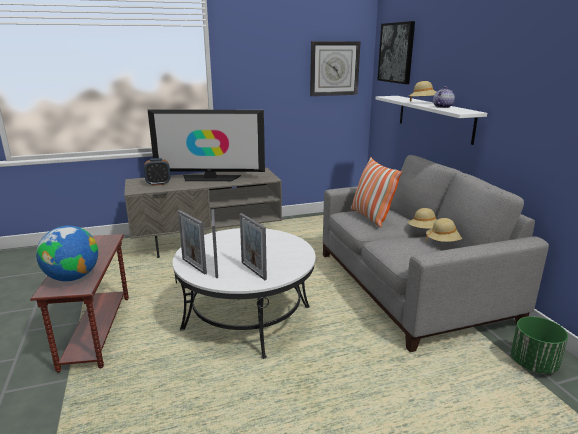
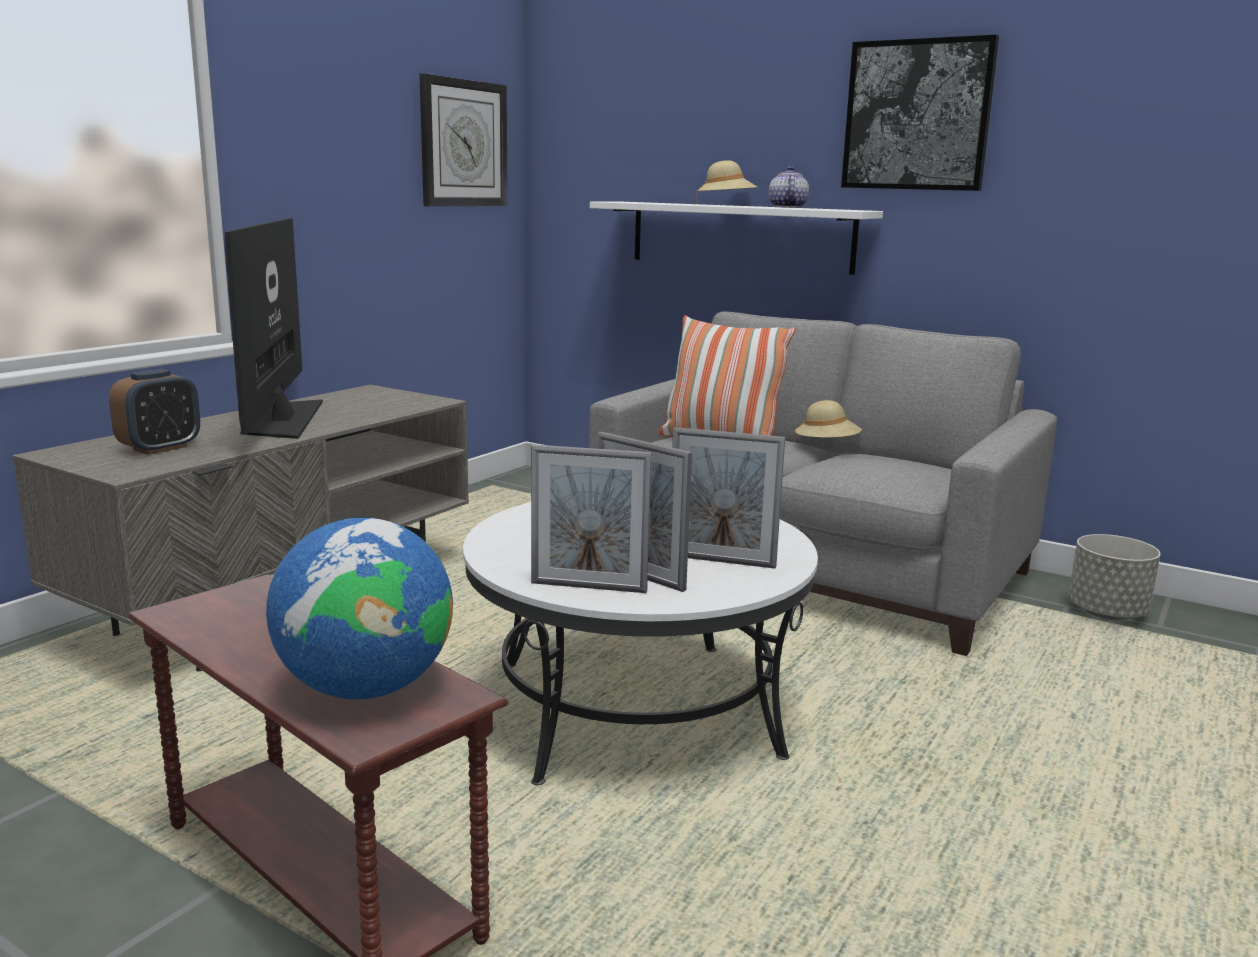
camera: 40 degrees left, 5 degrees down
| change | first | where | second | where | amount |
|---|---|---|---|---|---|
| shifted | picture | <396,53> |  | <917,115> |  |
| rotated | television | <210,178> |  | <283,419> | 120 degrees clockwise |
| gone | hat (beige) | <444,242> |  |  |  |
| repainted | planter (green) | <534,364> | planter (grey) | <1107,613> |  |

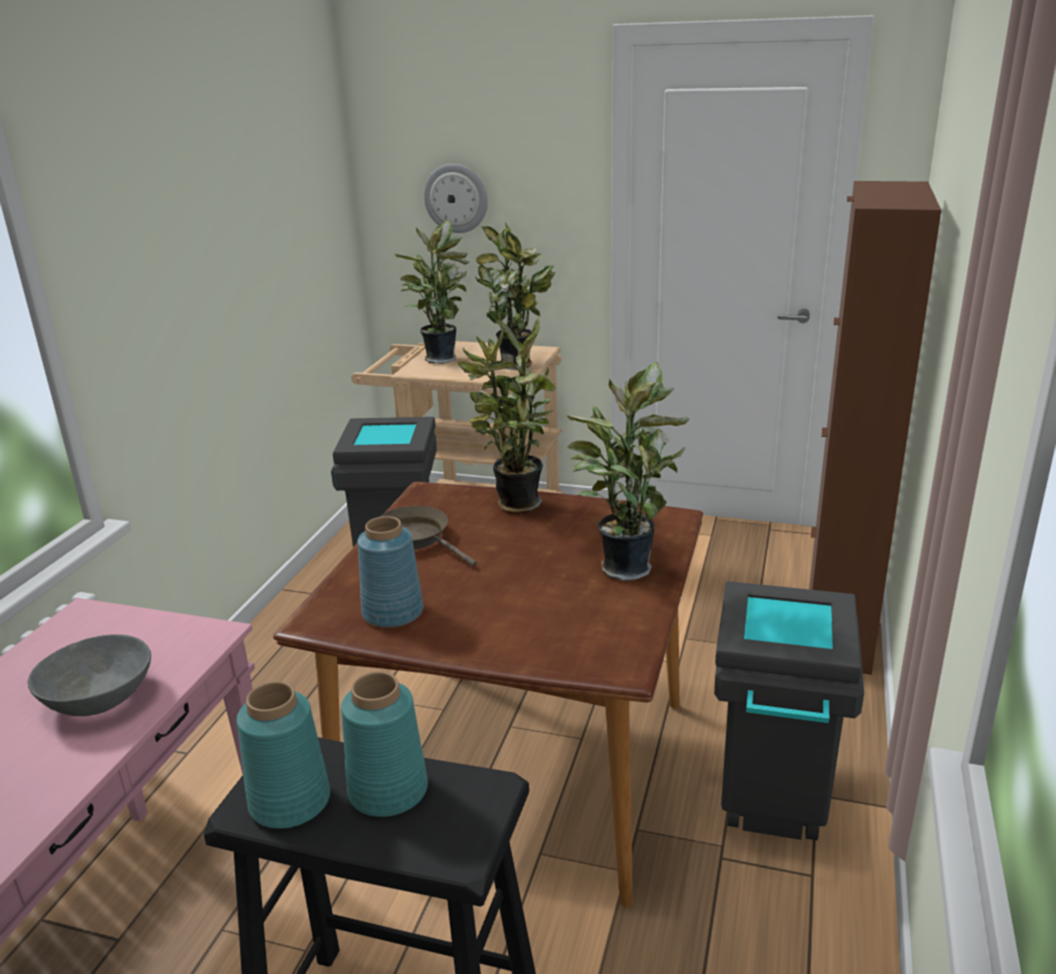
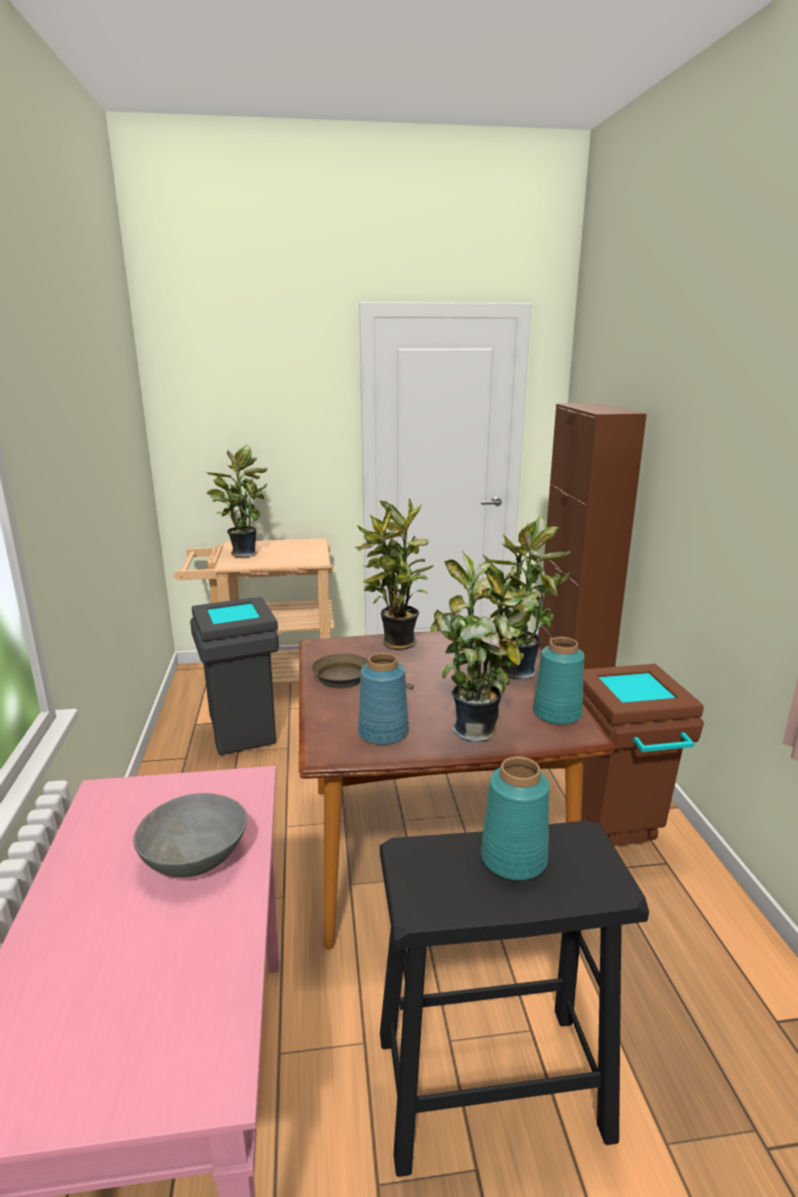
camera: 25 degrees left, 5 degrees down
| change | first | where | second | where | amount |
|---|---|---|---|---|---|
| gone | wall clock | <456,198> |  |  |  |
| shifted | potted plant | <519,365> |  | <480,732> |  |
| repainted | trash can (grey) | <771,822> | trash can (brown) | <619,836> |  |
| shifted | vase (turquoise) | <291,801> |  | <557,713> |  |

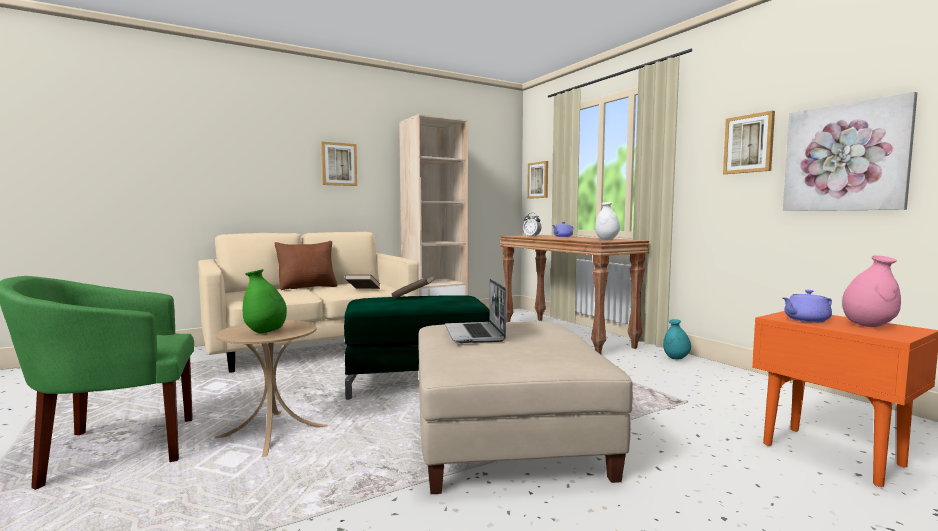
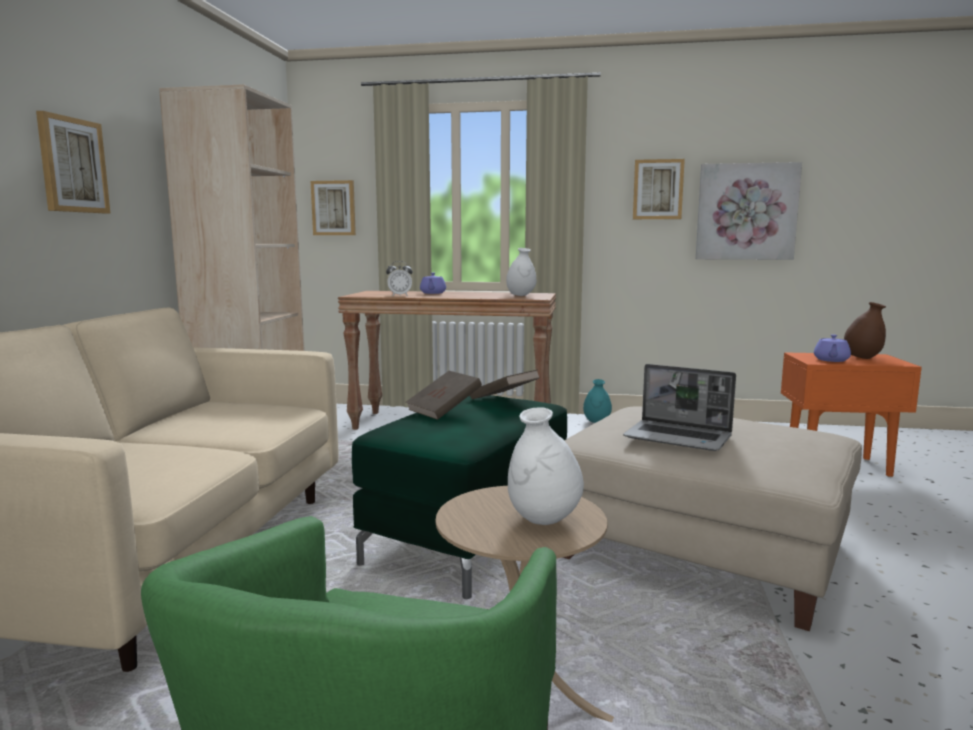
camera: 50 degrees left, 5 degrees up
| change | first | where | second | where | amount |
|---|---|---|---|---|---|
| gone | pillow (brown) | <308,287> |  |  |  |
| repainted | vase (pink) | <868,325> | vase (brown) | <862,357> |  |
| repainted | vase (green) | <265,332> | vase (white) | <543,520> |  |
| shifted | book (brown) | <363,290> |  | <504,400> |  |

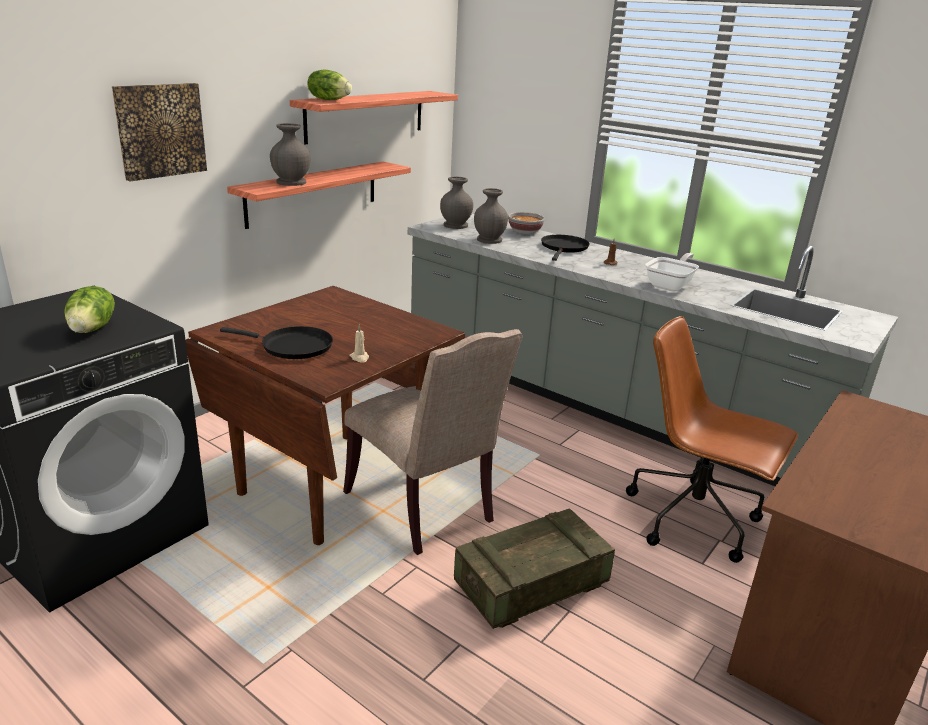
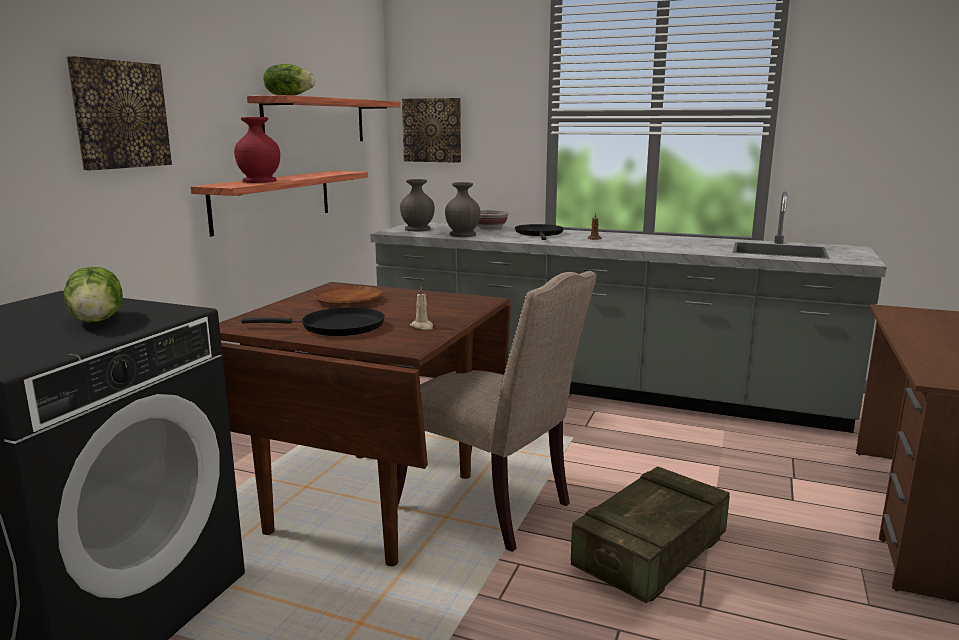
camera: 15 degrees left, 10 degrees down
| change | first | where | second | where | amount |
|---|---|---|---|---|---|
| repainted | vase (grey) | <292,182> | vase (red) | <260,181> |  |
| gone | frying pan | <671,285> |  |  |  |
| gone | office chair (brown) | <695,519> |  |  |  |
| new |  |  | picture | <432,130> |  |
| new |  |  | plate (brown) | <348,300> |  |

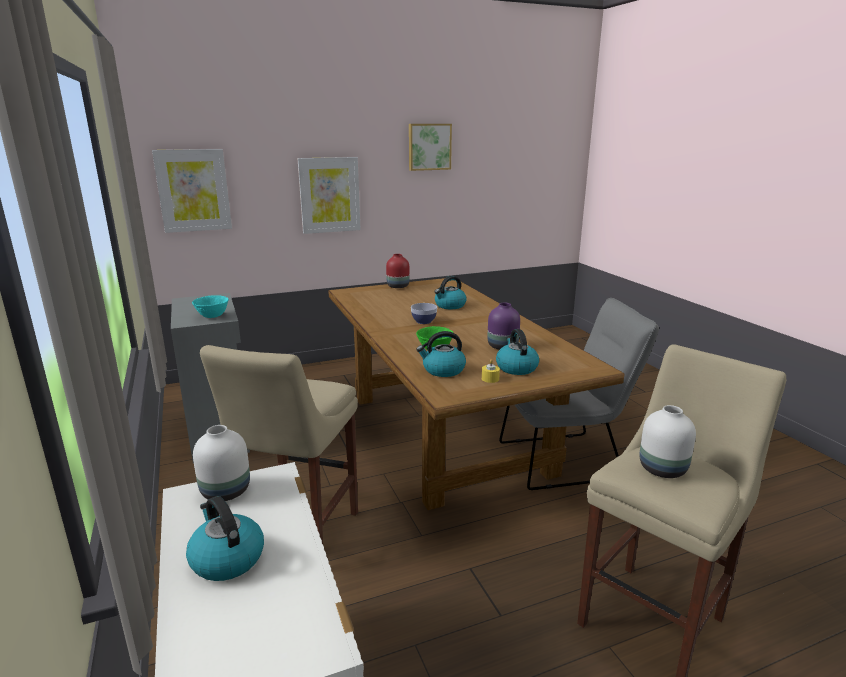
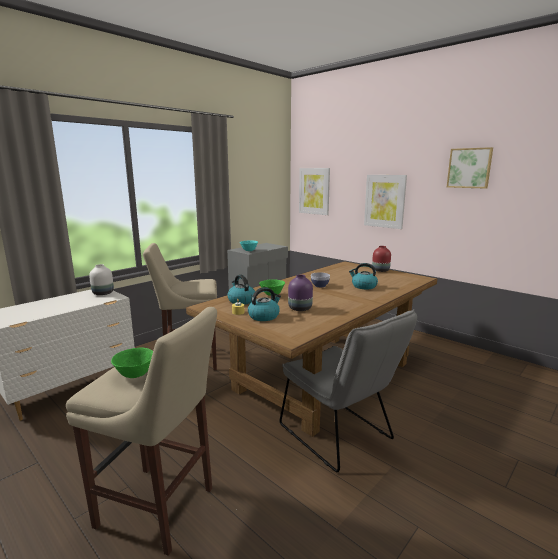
camera: 65 degrees right, 5 degrees down
| change | first | where | second | where | amount |
|---|---|---|---|---|---|
| swapped | vase (white) | <663,470> | bowl (green) | <135,375> |  |
| gone | kettle | <226,559> |  |  |  |

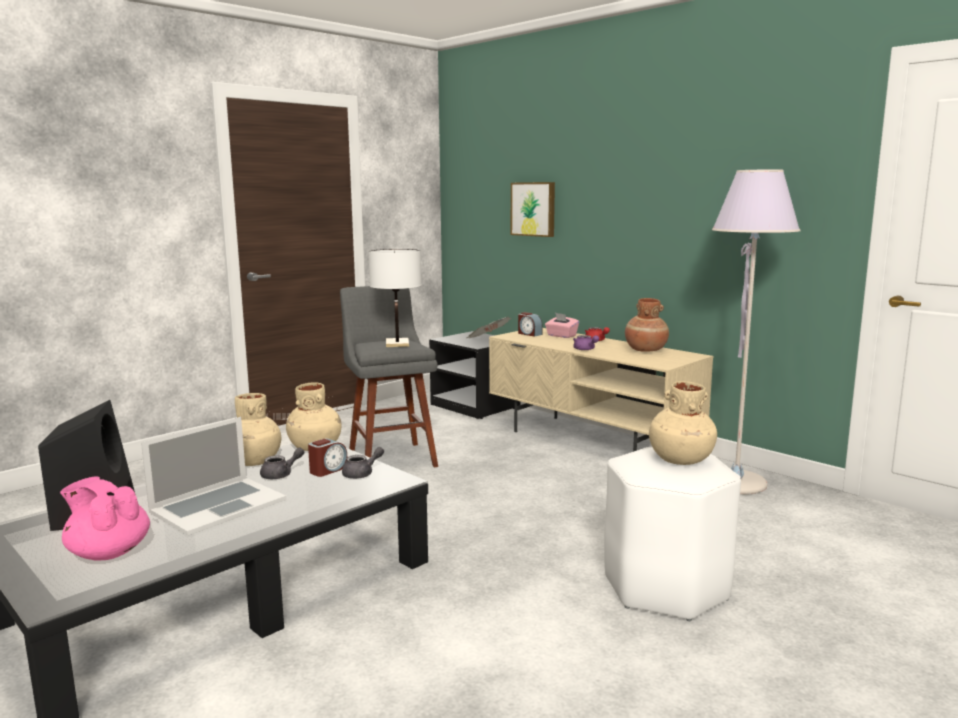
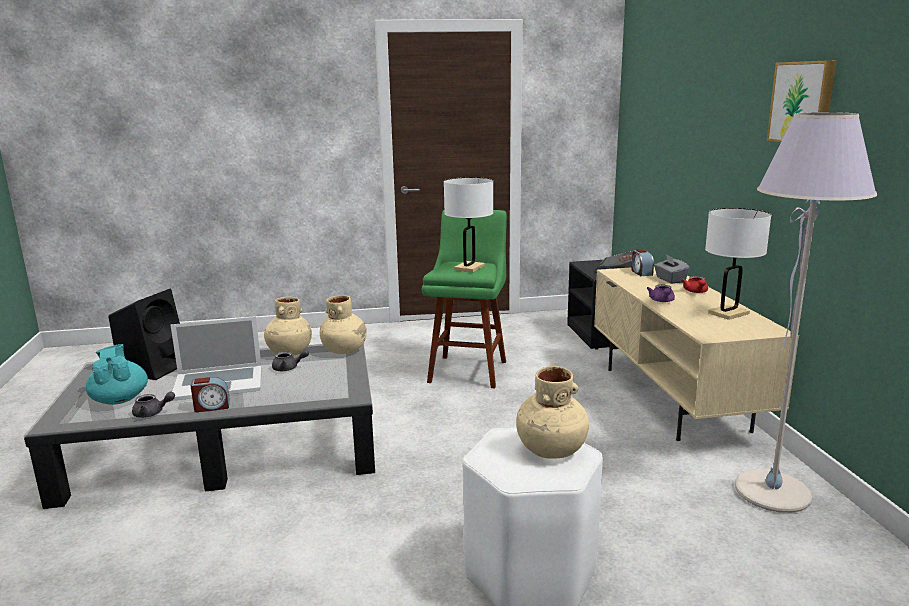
camera: 35 degrees right, 5 degrees up
| change | first | where | second | where | amount |
|---|---|---|---|---|---|
| shifted | picture | <534,209> |  | <803,103> |  |
| repainted | stool (grey) | <391,457> | stool (green) | <469,369> |  |
| swapped | vase (brown) | <645,350> | table lamp (white) | <728,313> |  |
| repainted | tissue box (pink) | <561,336> | tissue box (grey) | <670,280> |  |
| shifted | alarm clock | <328,470> |  | <212,406> |  |
| shifted | teapot (grey) | <362,474> |  | <152,413> |  |
| repainted | teapot (pink) | <108,552> | teapot (turquoise) | <120,399> |  |

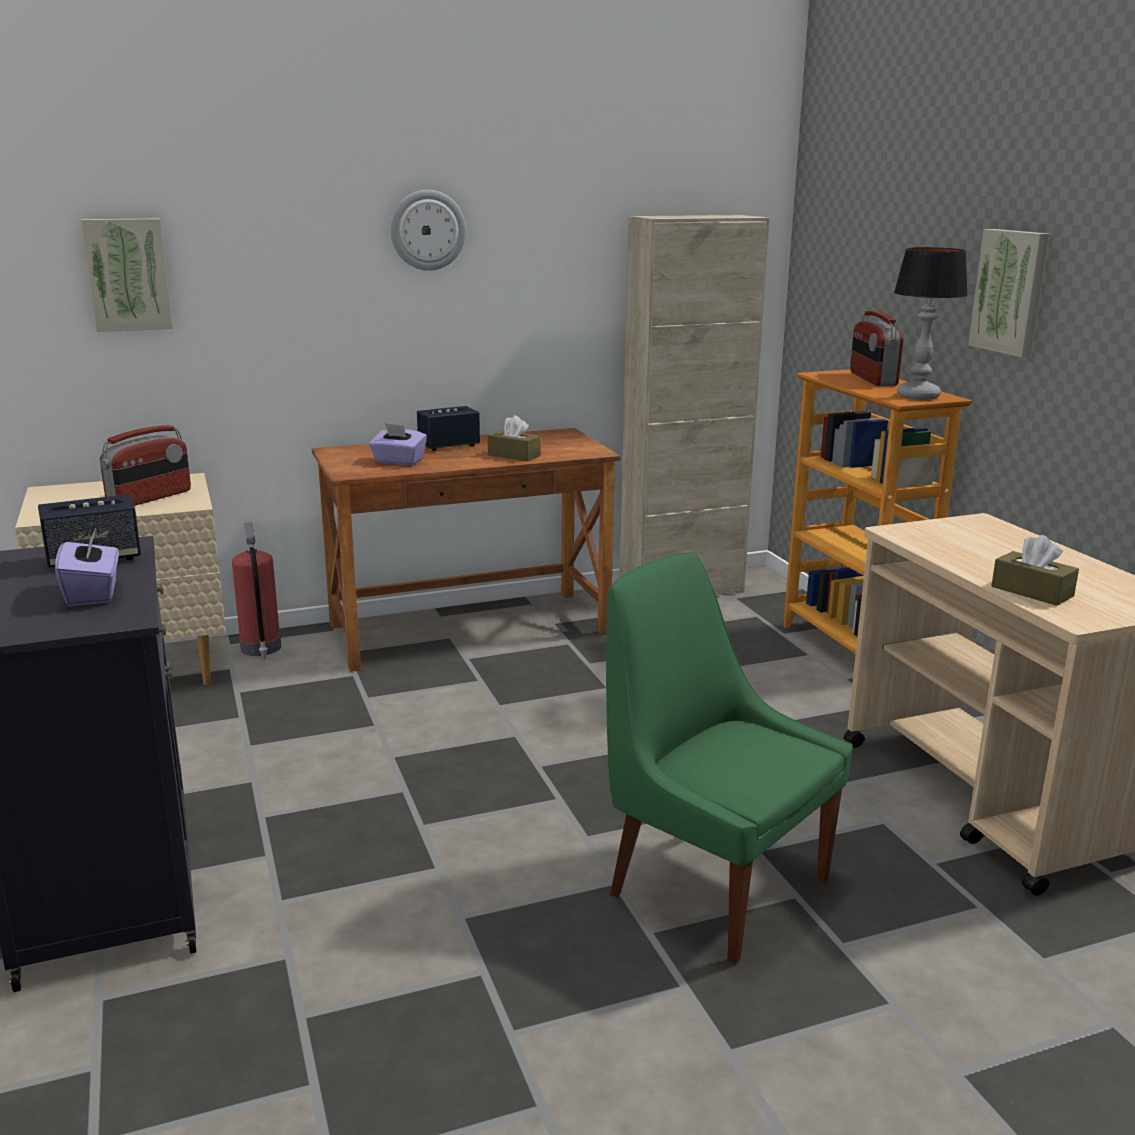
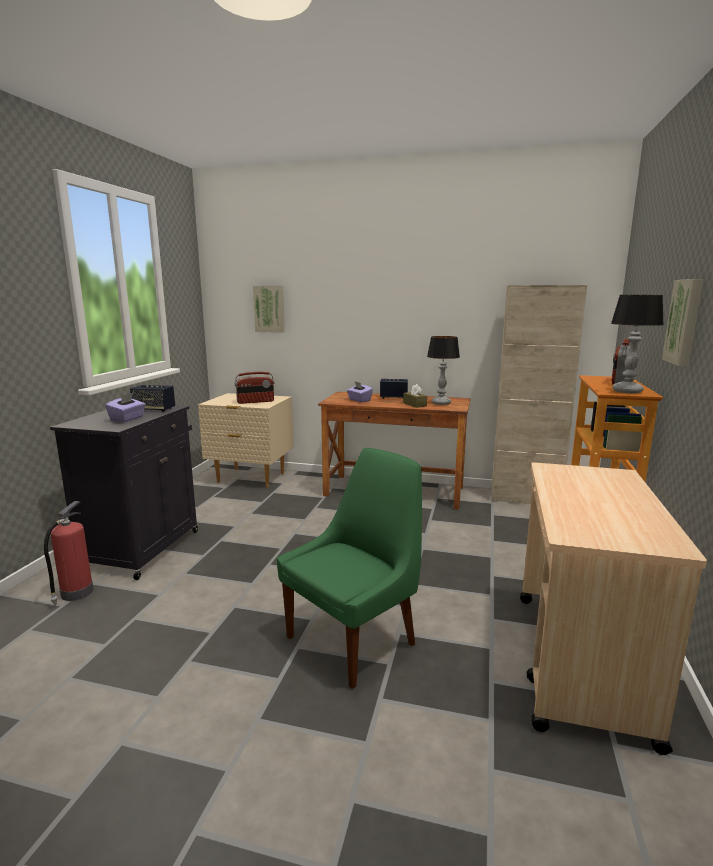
camera: 35 degrees right, 5 degrees down
| change | first | where | second | where | amount |
|---|---|---|---|---|---|
| gone | wall clock | <427,230> |  |  |  |
| shifted | fire extinguisher | <261,648> |  | <75,593> |  |
| gone | tissue box (brown) | <1032,591> |  |  |  |
| rotated | chair (green) | <711,884> |  | <354,639> | 60 degrees clockwise |
| new |  |  | table lamp | <440,403> |  |

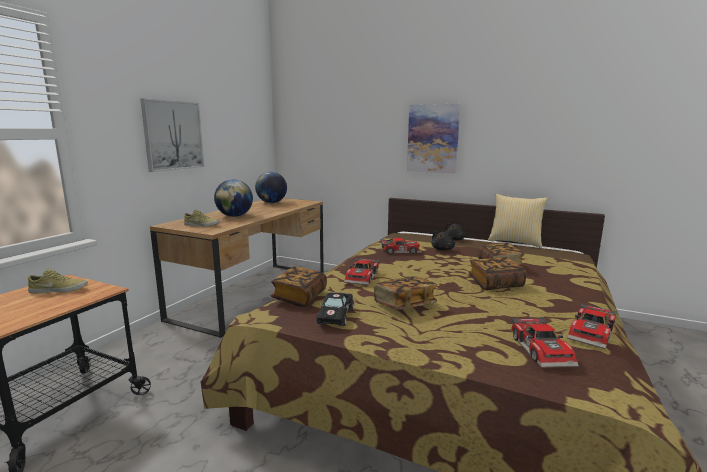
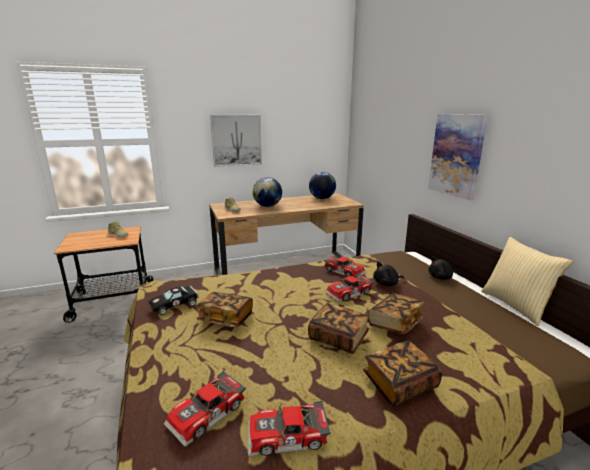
camera: 45 degrees right, 5 degrees up
| change | first | where | second | where | amount |
|---|---|---|---|---|---|
| shifted | toy car | <363,277> |  | <349,293> |  |
| shifted | book | <299,297> |  | <399,384> |  |

